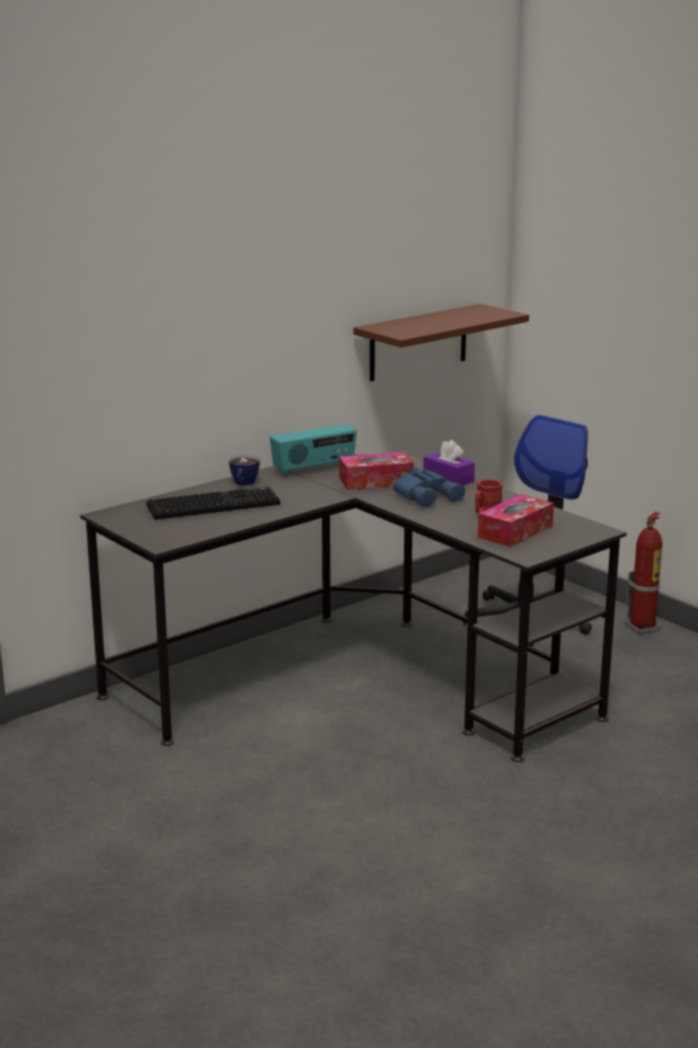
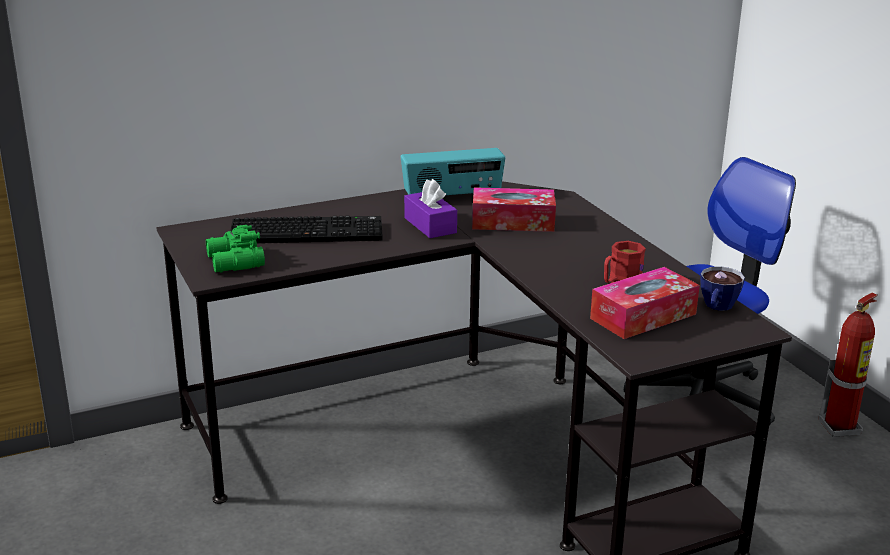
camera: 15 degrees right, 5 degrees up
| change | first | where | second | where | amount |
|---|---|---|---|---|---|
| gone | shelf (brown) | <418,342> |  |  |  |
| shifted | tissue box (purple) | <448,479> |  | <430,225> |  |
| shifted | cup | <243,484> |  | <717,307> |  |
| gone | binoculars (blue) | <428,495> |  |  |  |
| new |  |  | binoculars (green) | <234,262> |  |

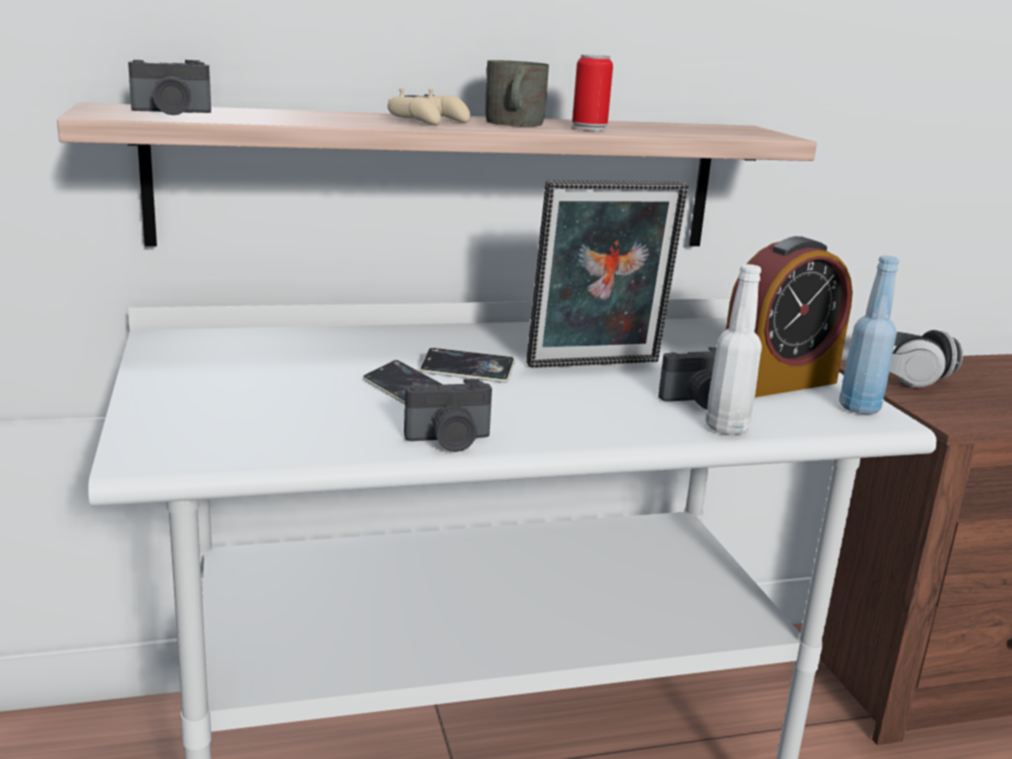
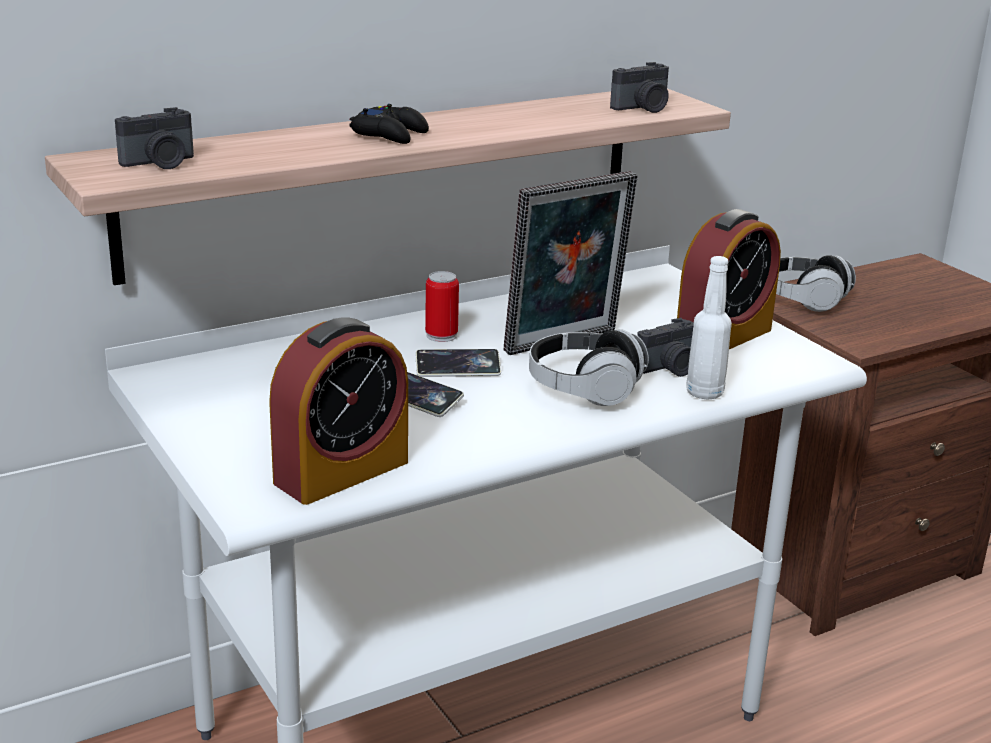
camera: 15 degrees left, 5 degrees up
| change | first | where | second | where | amount |
|---|---|---|---|---|---|
| shifted | can | <589,128> |  | <441,335> |  |
| gone | mug (grey) | <513,123> |  |  |  |
| repainted | game controller (beige) | <429,120> | game controller (black) | <390,134> |  |
| gone | bottle (blue) | <859,408> |  |  |  |
| shifted | photo camera | <449,441> |  | <643,108> |  |
| new |  |  | alarm clock | <341,472> |  |
| new |  |  | headphones | <584,389> |  |

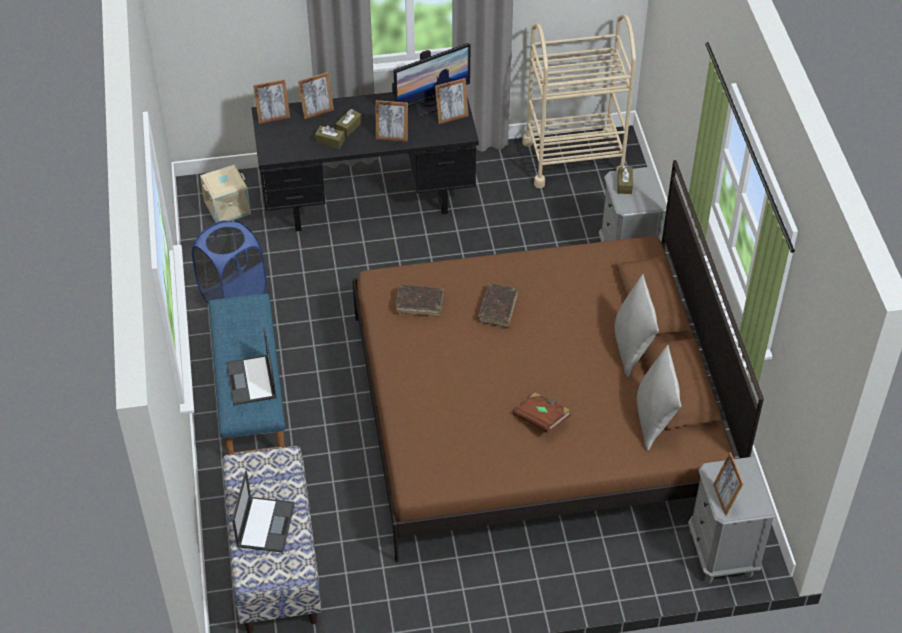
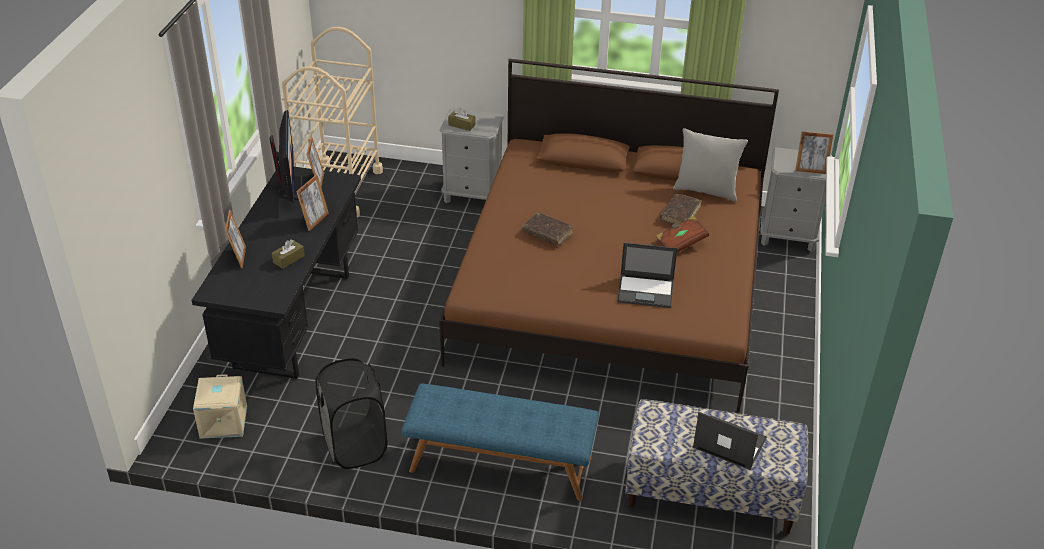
camera: 70 degrees left, 10 degrees down
| change | first | where | second | where | amount |
|---|---|---|---|---|---|
| gone | picture frame | <273,117> |  |  |  |
| gone | tissue box (brown) | <349,127> |  |  |  |
| repainted | laundry basket (blue) | <233,296> | laundry basket (black) | <354,446> |  |
| gone | pillow (grey) | <632,348> |  |  |  |
| shifted | book (brown) | <419,304> |  | <680,214> |  |
| shifted | laptop | <251,381> |  | <646,291> |  |

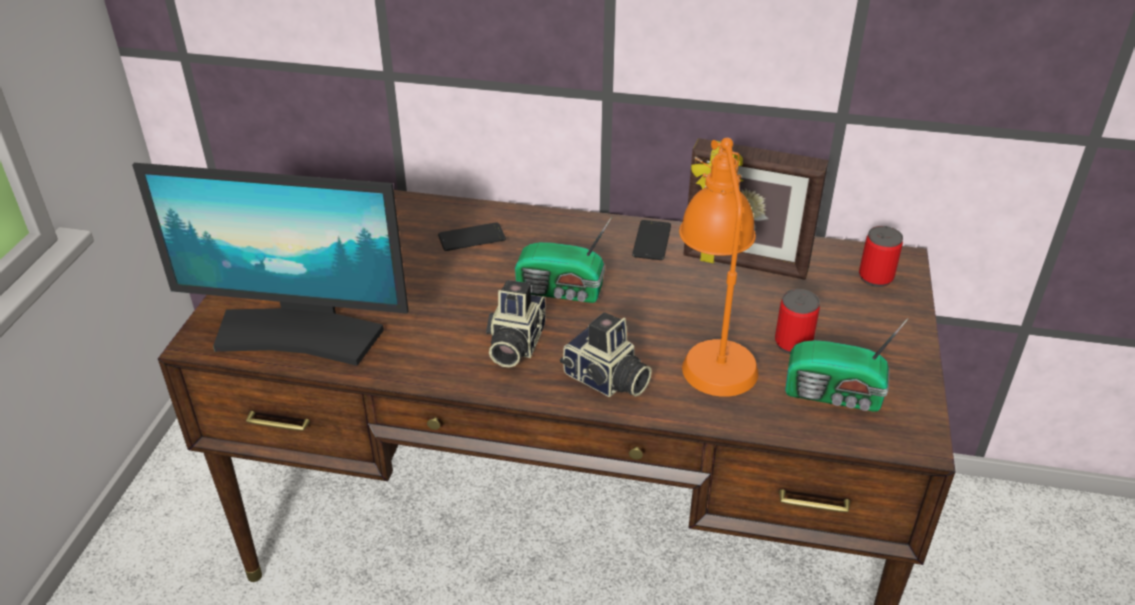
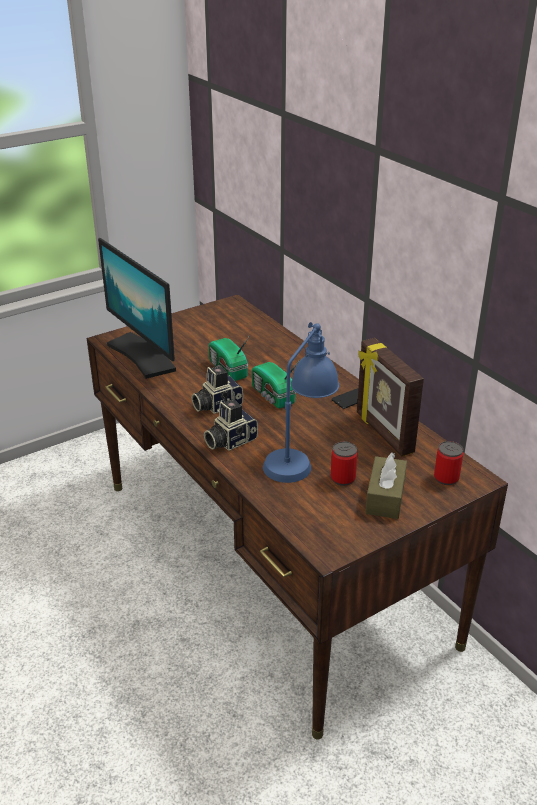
camera: 45 degrees right, 5 degrees down
| change | first | where | second | where | amount |
|---|---|---|---|---|---|
| repainted | table lamp (orange) | <711,348> | table lamp (blue) | <299,456> |  |
| gone | phone | <472,238> |  |  |  |
| rotated | photo camera | <605,381> |  | <229,440> | 60 degrees clockwise |
| shifted | radio | <836,395> |  | <227,370> |  |
| new |  |  | tissue box (brown) | <385,497> |  |

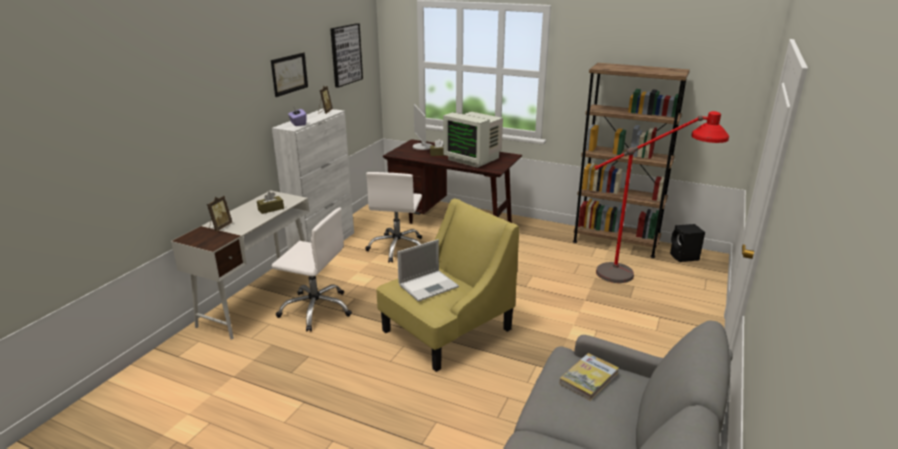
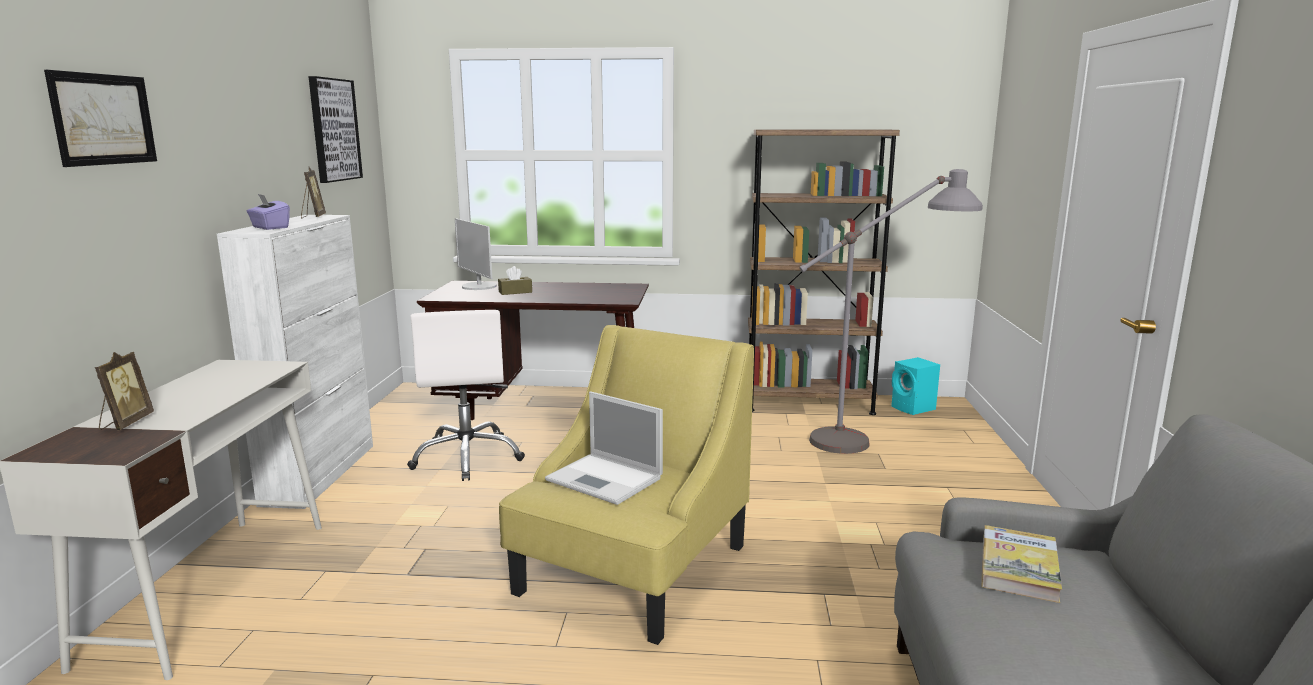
camera: 20 degrees left, 10 degrees down
| change | first | where | second | where | amount |
|---|---|---|---|---|---|
| shifted | picture | <289,74> |  | <103,119> |  |
| repainted | floor lamp (red) | <641,275> | floor lamp (grey) | <877,438> |  |
| gone | monitor | <473,158> |  |  |  |
| gone | tissue box (brown) | <271,209> |  |  |  |
| gone | office chair (white) | <316,309> |  |  |  |
| repainted | speaker (black) | <684,257> | speaker (turquoise) | <914,408> |  |
| rotated | laptop | <429,285> |  | <606,479> | 90 degrees clockwise |

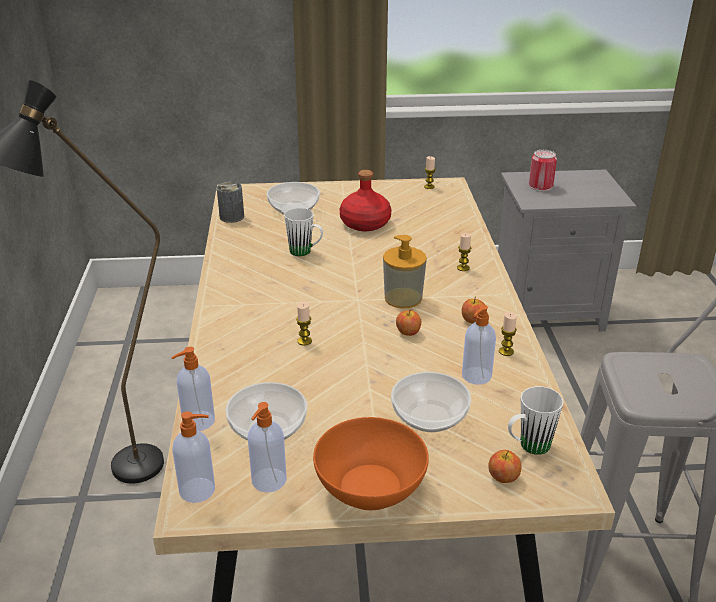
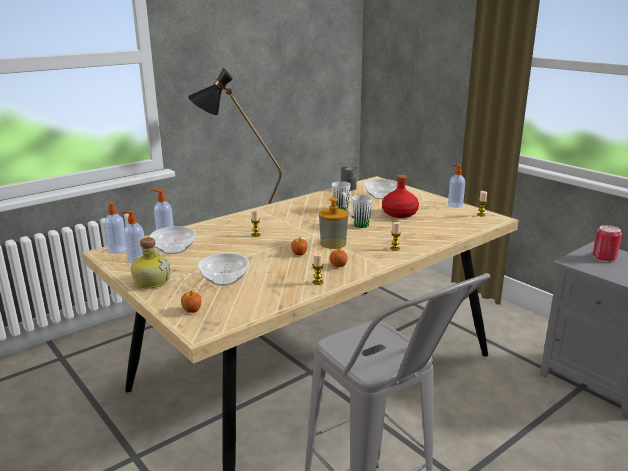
camera: 55 degrees right, 10 degrees down
| change | first | where | second | where | amount |
|---|---|---|---|---|---|
| shifted | soap dispenser | <476,376> |  | <454,205> |  |
| shifted | mug (white) | <528,447> |  | <357,224> |  |
| swapped | bowl (orange) | <369,487> | bottle | <152,281> |  |

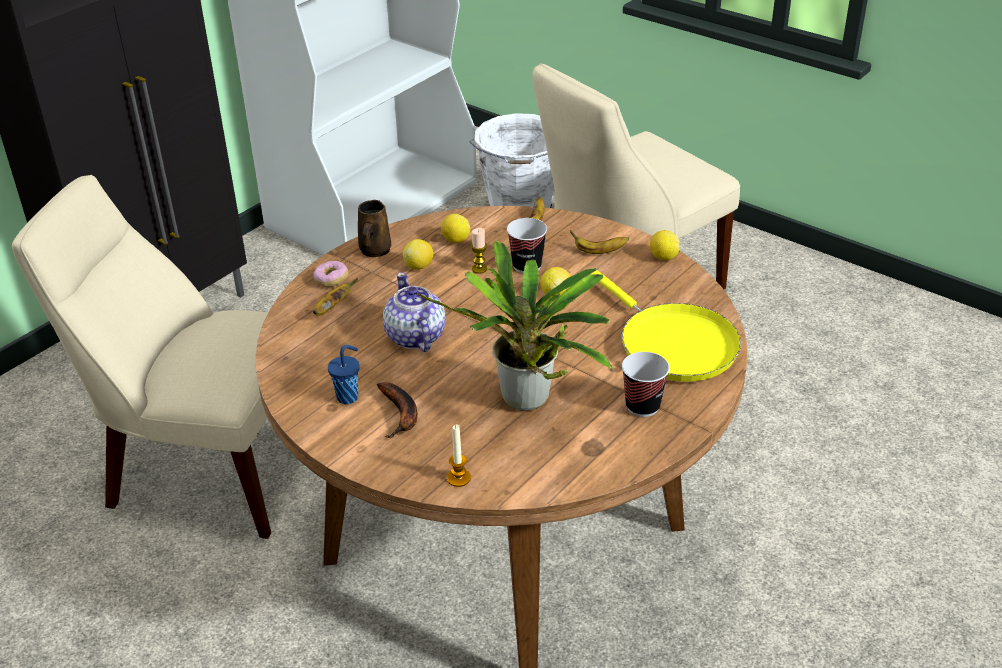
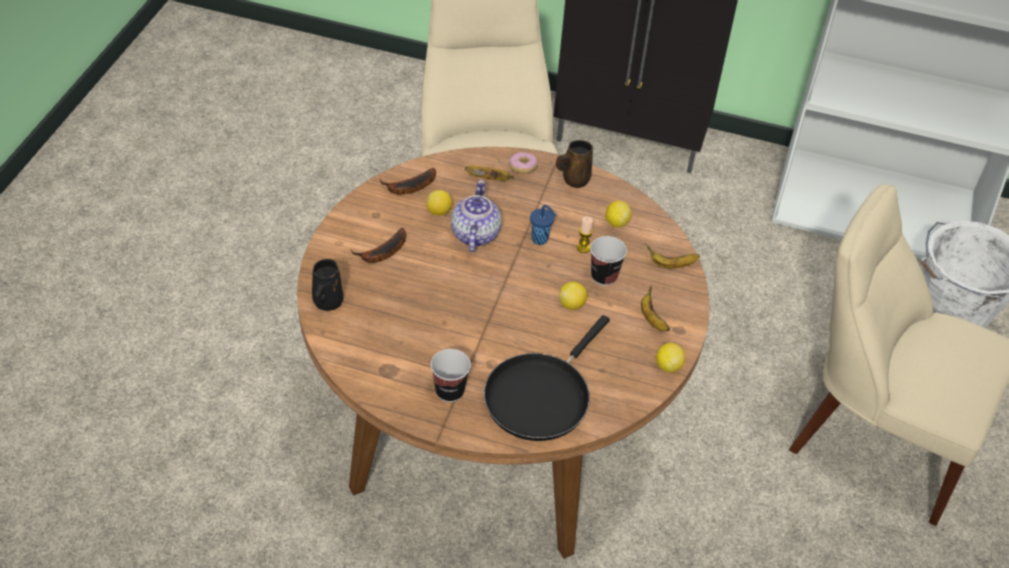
camera: 65 degrees right, 10 degrees up
| change | first | where | second | where | amount |
|---|---|---|---|---|---|
| shifted | lemon | <419,266> |  | <439,212> |  |
| gone | potted plant | <528,403> |  |  |  |
| repainted | frying pan (yellow) | <672,344> | frying pan (black) | <540,396> |  |
| rotated | teapot | <415,337> |  | <474,235> | 45 degrees counterclockwise |
| shifted | cup (blue) | <348,397> |  | <541,239> |  |
| swapped | candle | <458,478> | mug (black) | <327,302> |  |
| new |  |  | banana | <409,187> |  |

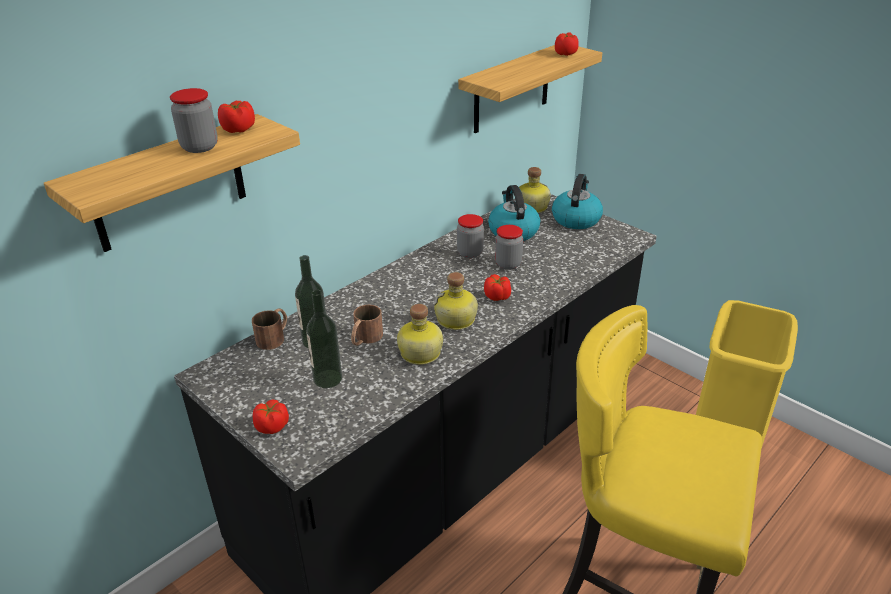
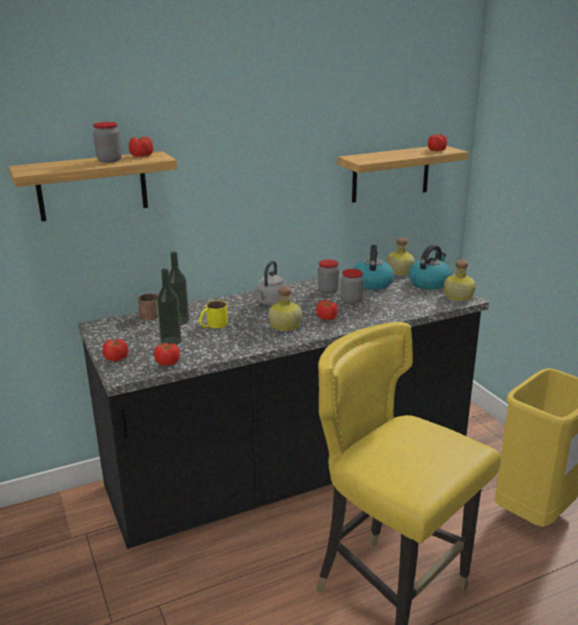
camera: 20 degrees right, 10 degrees down
| change | first | where | second | where | amount |
|---|---|---|---|---|---|
| shifted | bottle | <419,353> |  | <457,296> |  |
| repainted | mug (brown) | <365,338> | mug (yellow) | <213,325> |  |
| new |  |  | kettle (grey) | <271,303> |  |
| new |  |  | tomato | <167,362> |  |

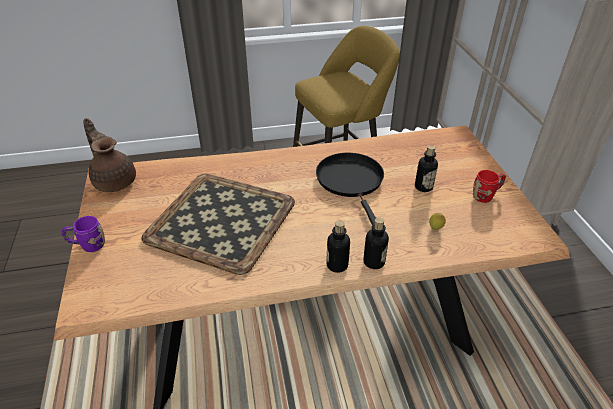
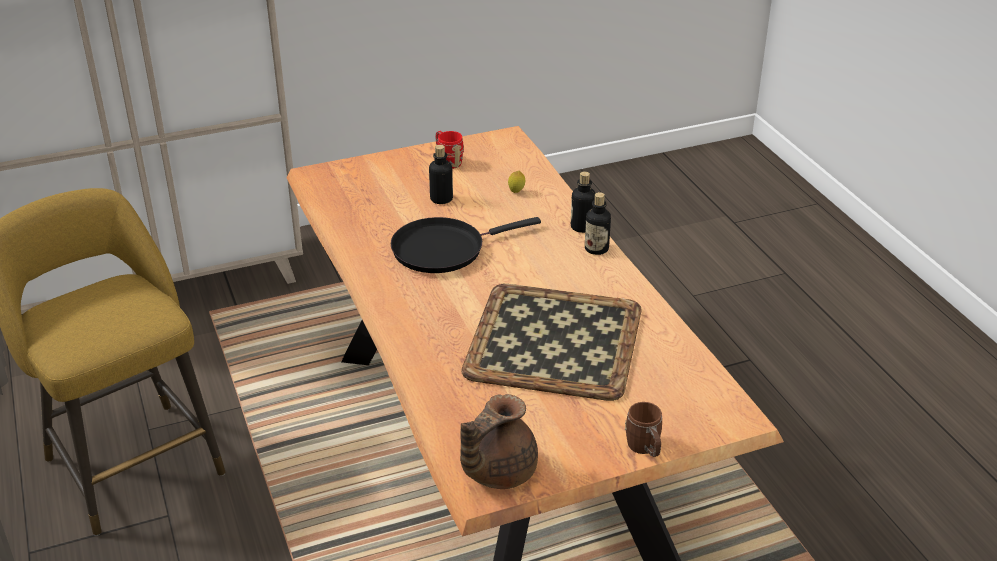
camera: 100 degrees left, 5 degrees down
| change | first | where | second | where | amount |
|---|---|---|---|---|---|
| repainted | mug (purple) | <88,245> | mug (brown) | <645,449> |  |

